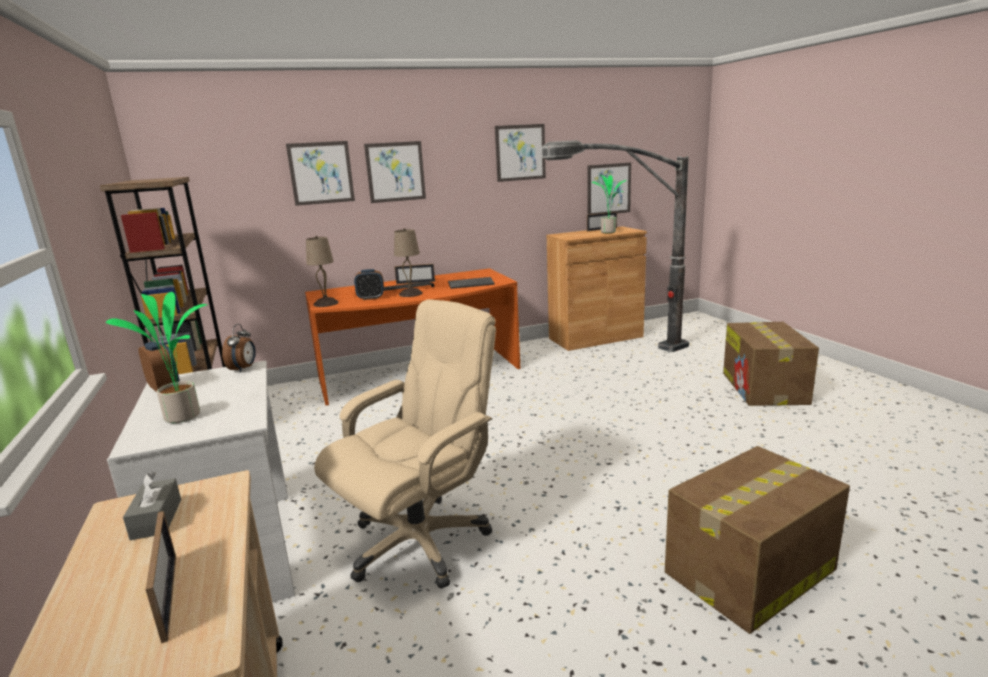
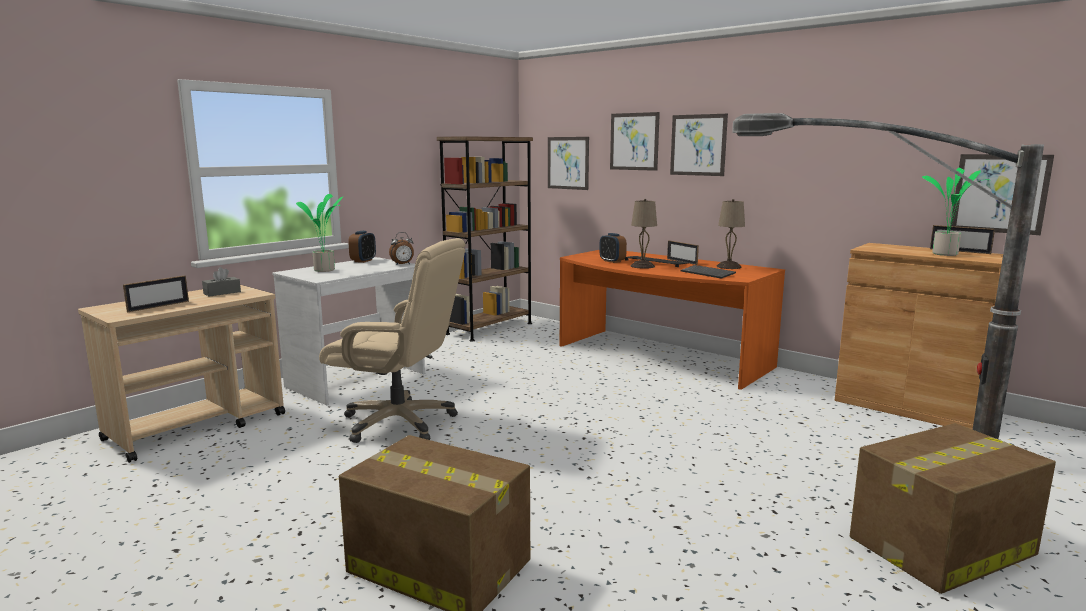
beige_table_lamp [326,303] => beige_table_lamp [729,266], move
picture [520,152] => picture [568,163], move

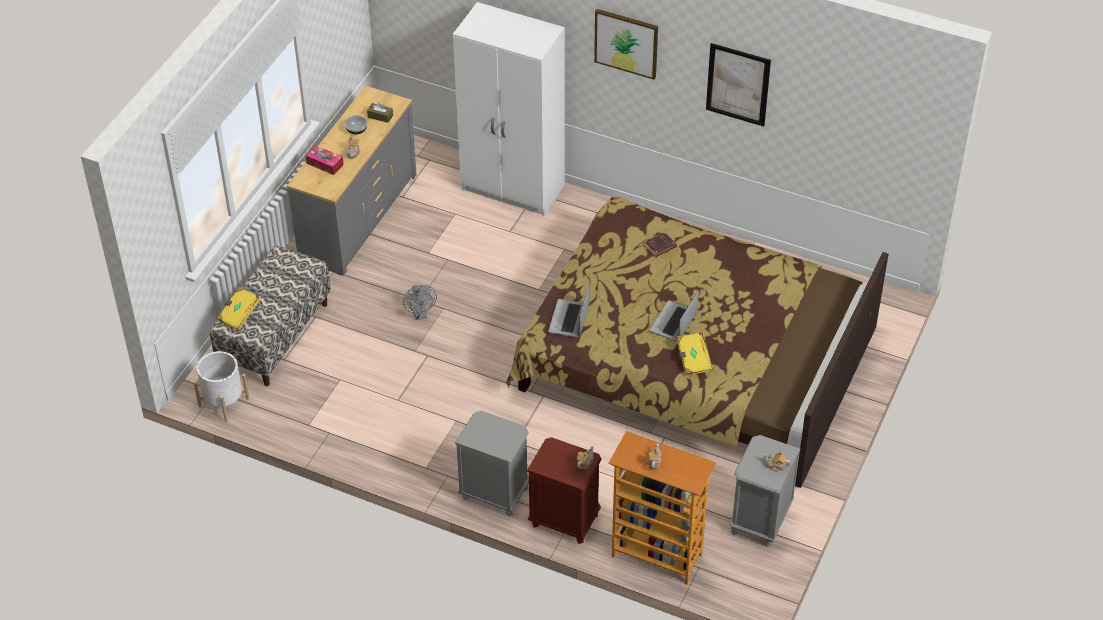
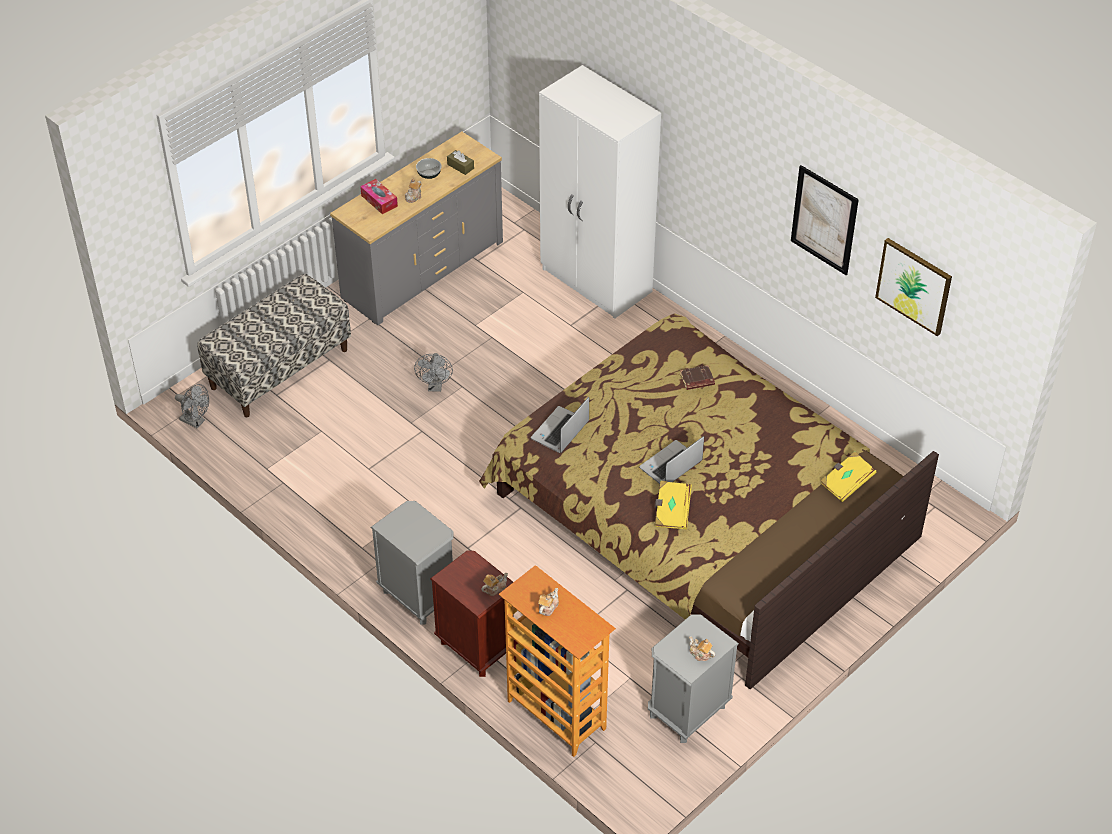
white_planter [224,402] => grey_fan [195,421]
yellow_book [239,314] => yellow_book [846,483], move
picture [626,43] => picture [914,286], move

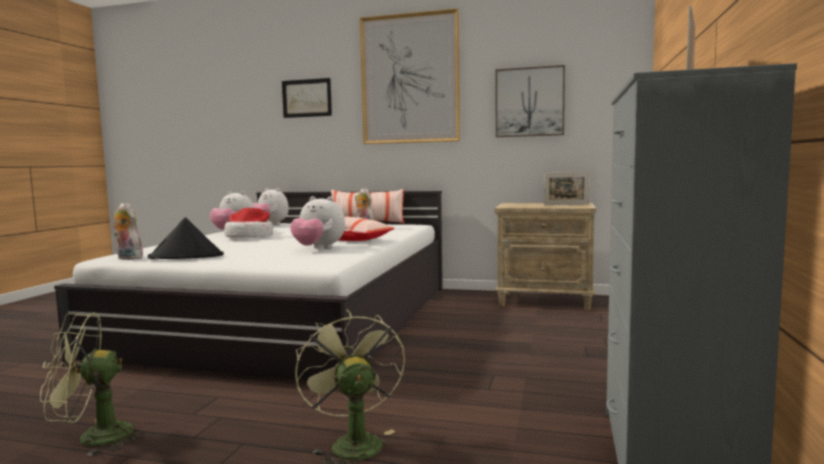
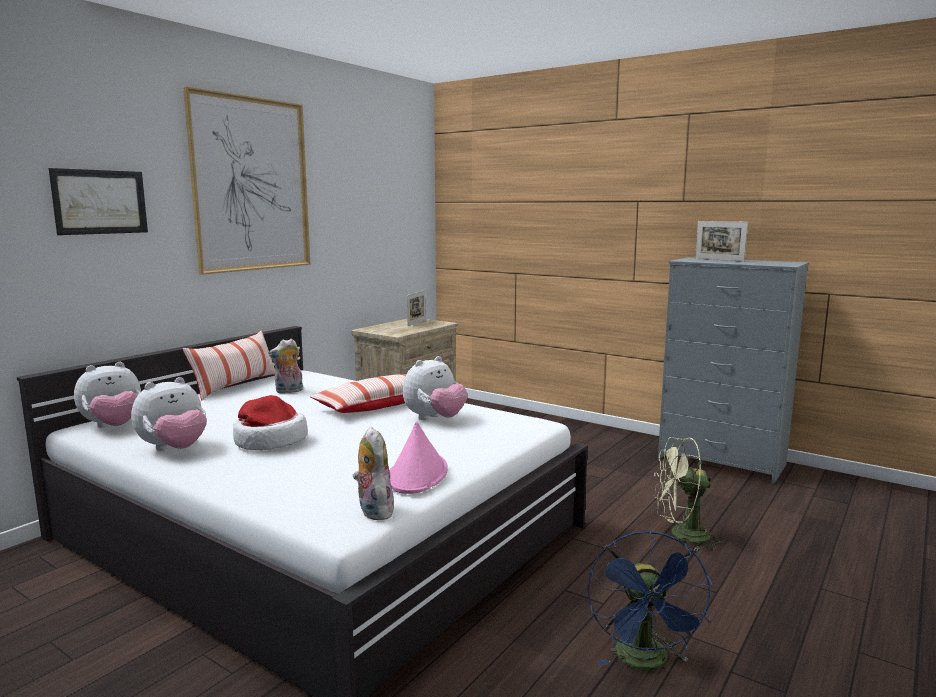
green_fan [93,438] => blue_fan [645,663]
plush_toy [127,258] => plush_toy [373,511], 105 degrees clockwise
black_hat [186,257] => pink_hat [417,475]
picture [529,102] => nothing

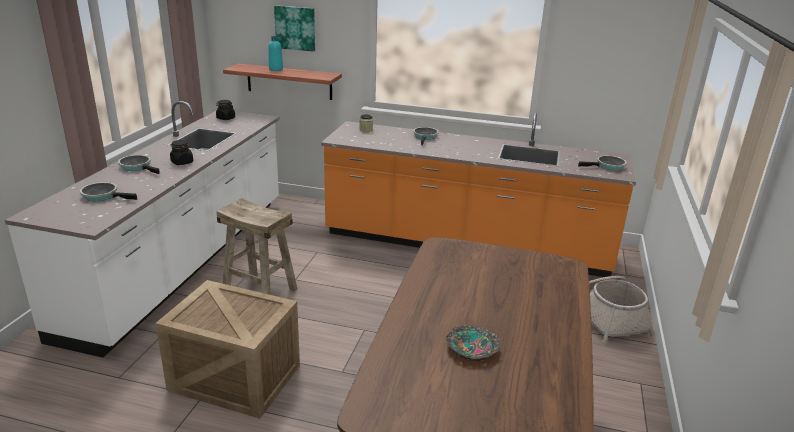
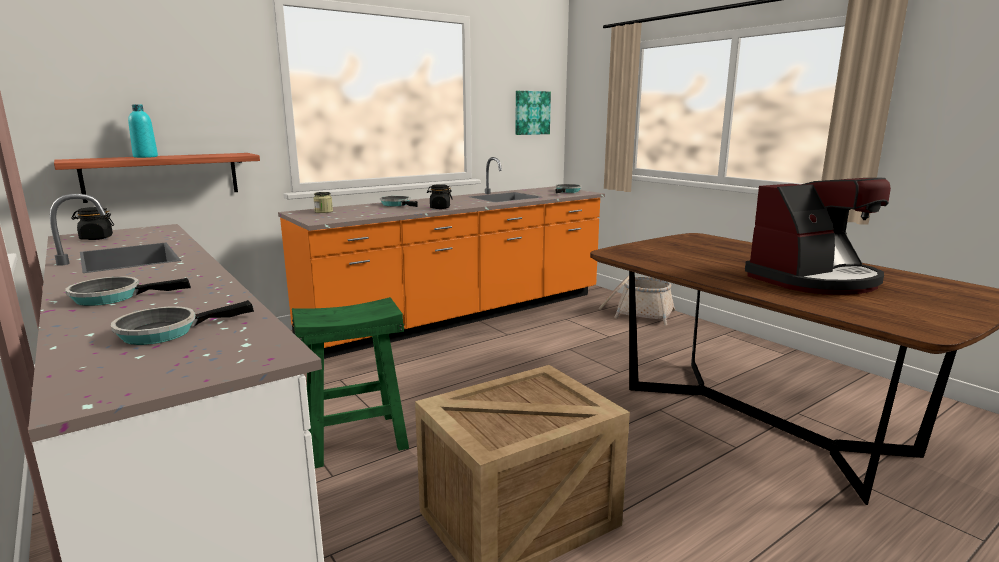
black_jar [182,162] => black_jar [440,208], move
beige_stool [259,291] => green_stool [355,440]
picture [295,28] => picture [531,113], move
bowl [472,348] => coffee_machine [814,280]

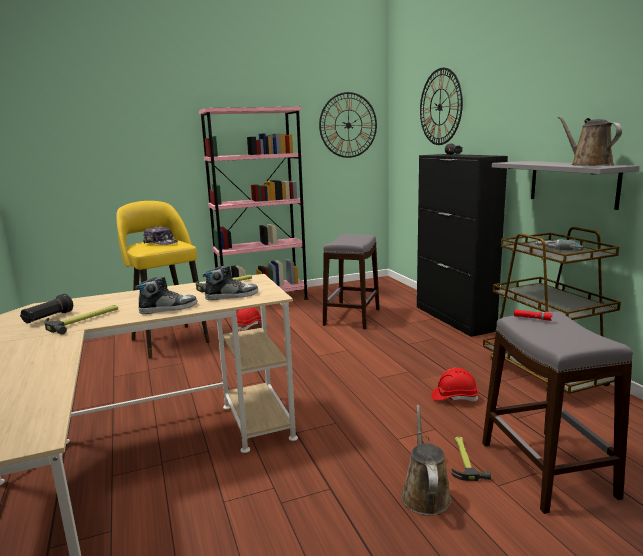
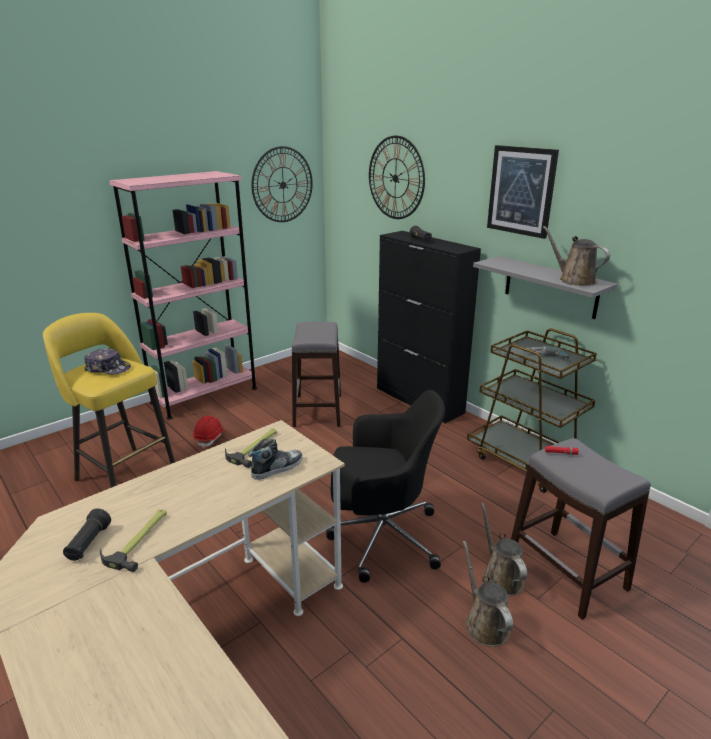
shoe [168,308] => nothing
red_hard_hat [454,397] => nothing
hammer [464,459] => brown_watering_can [500,576]
nothing => black_office_chair [381,536]
nothing => picture [521,191]

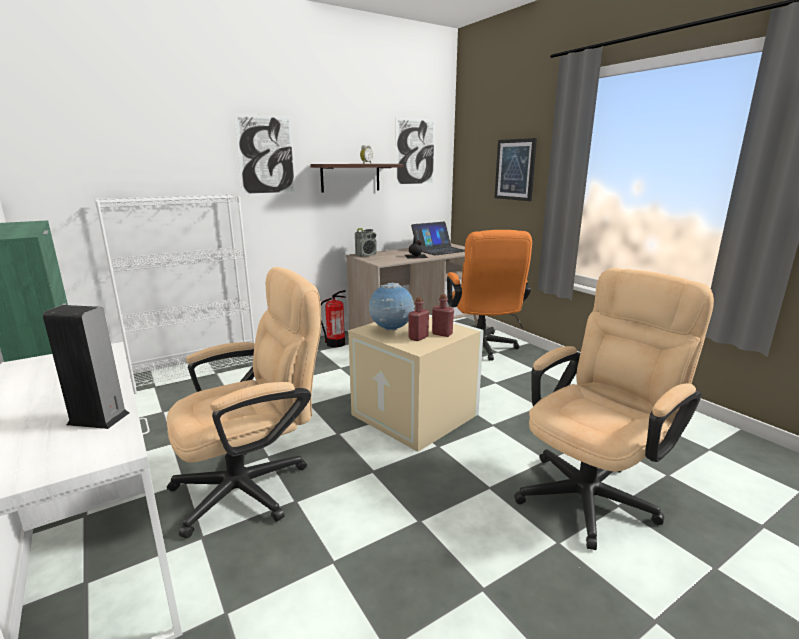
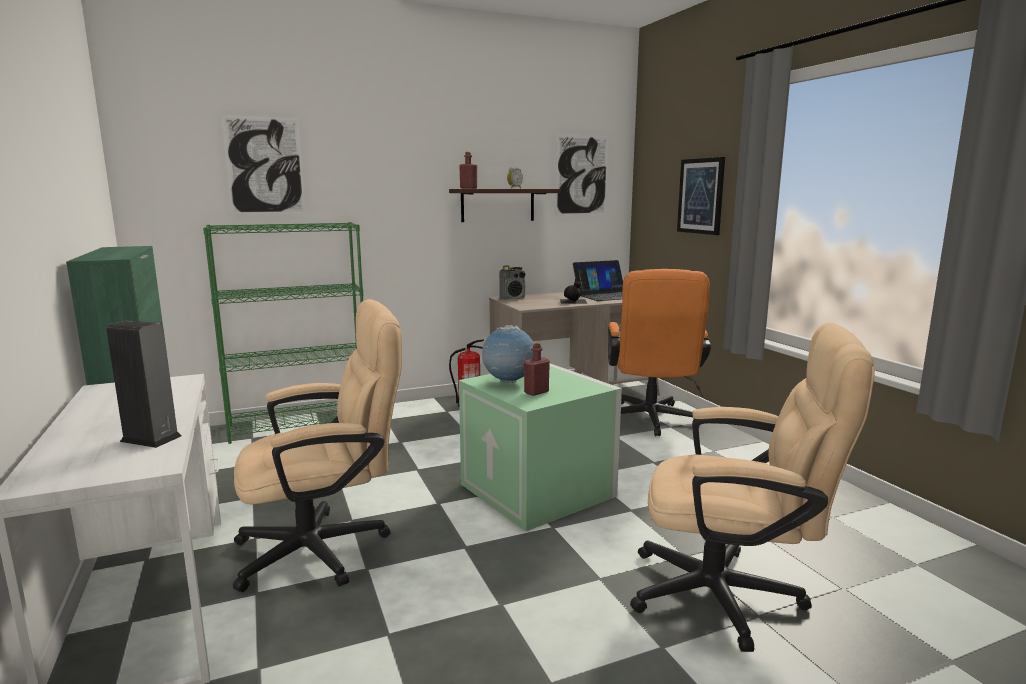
white_bookcase [196,371] => green_bookcase [301,424]
picture [266,155] => picture [264,166], move
beige_storage_box [417,414] => green_storage_box [540,490]
red_bottle [442,334] => red_bottle [468,188], move
beige_office_chair [593,491] => beige_office_chair [732,596], 45 degrees clockwise

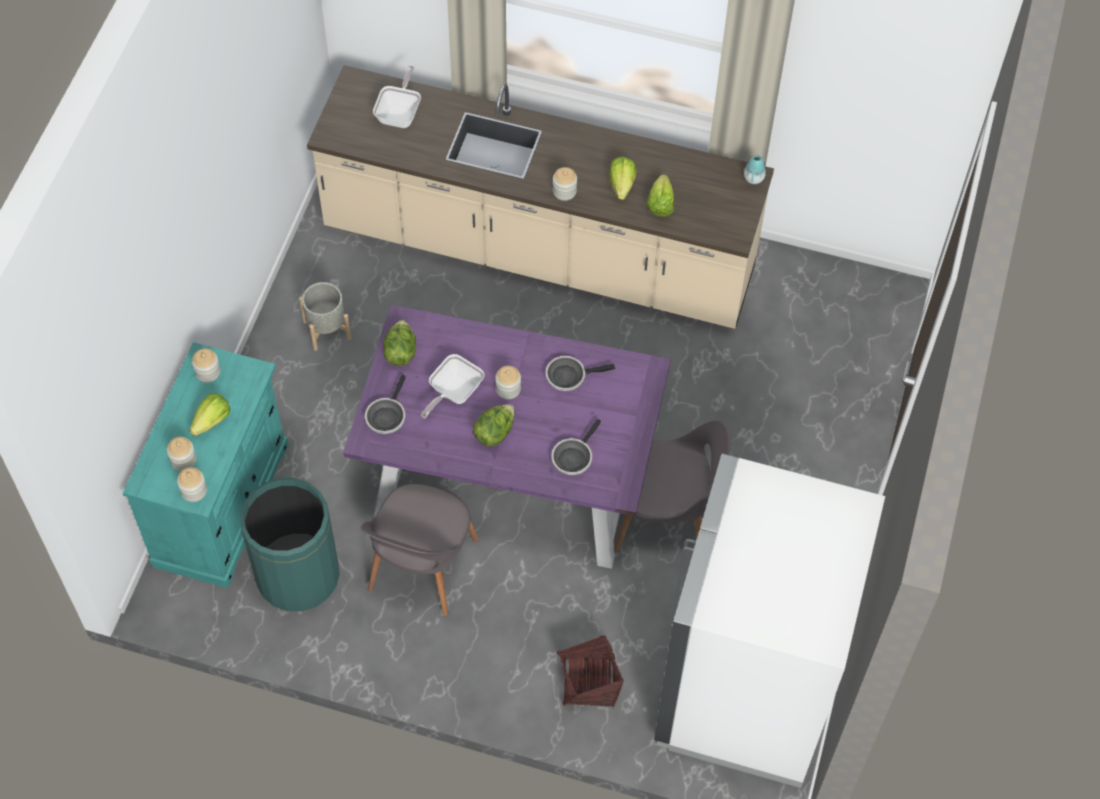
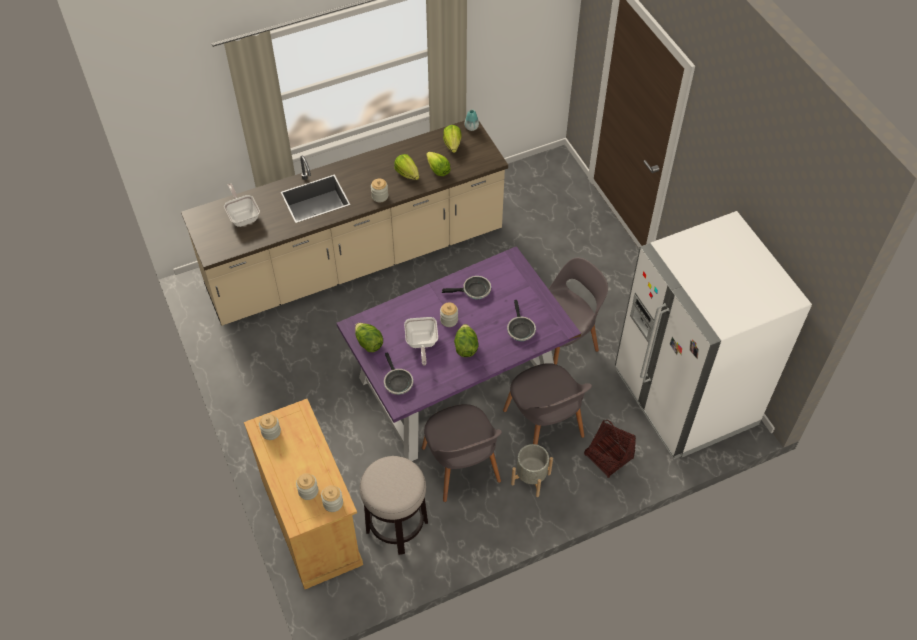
turquoise_cabinet [222,504] => beige_cabinet [312,521]
lettuce [212,421] => lettuce [452,145], move
green_trash_can [297,575] => stool [396,525]
grey_planter [326,330] => grey_planter [530,479], move
frying_pan [569,376] => frying_pan [474,291], 135 degrees counterclockwise
nothing => grey_chair [544,426]

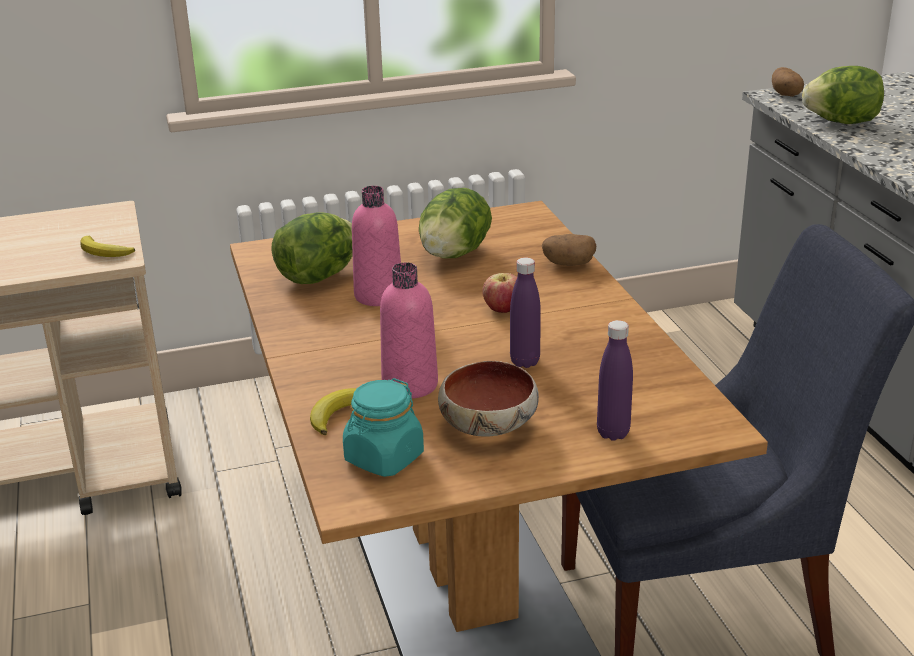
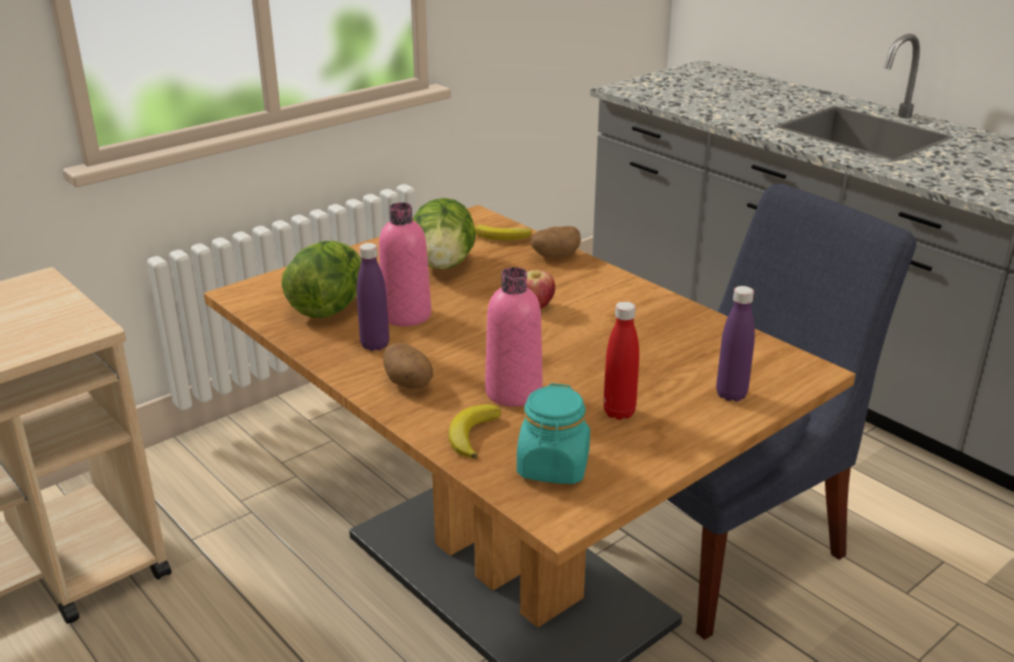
banana [104,252] => banana [504,237], move
bowl [488,425] => red_bottle [619,412]
purple_bottle [525,361] => purple_bottle [375,345], move
potato [786,95] => potato [409,383], move
lettuce [841,122] => nothing

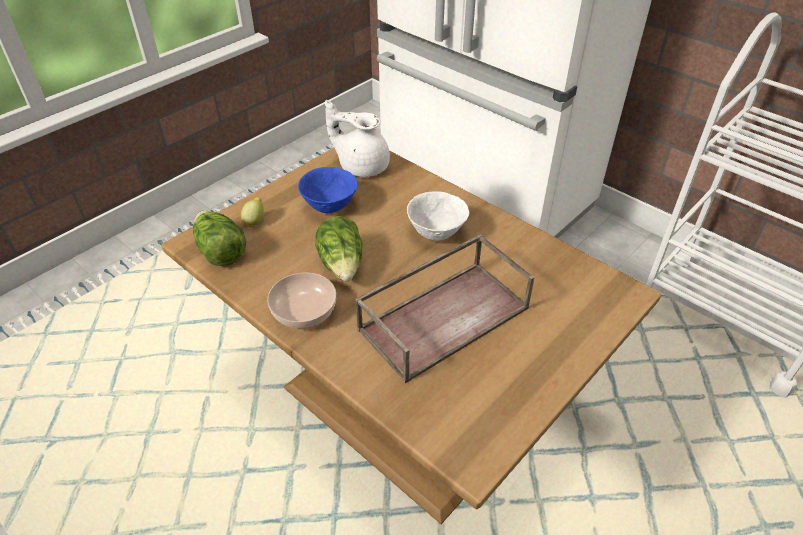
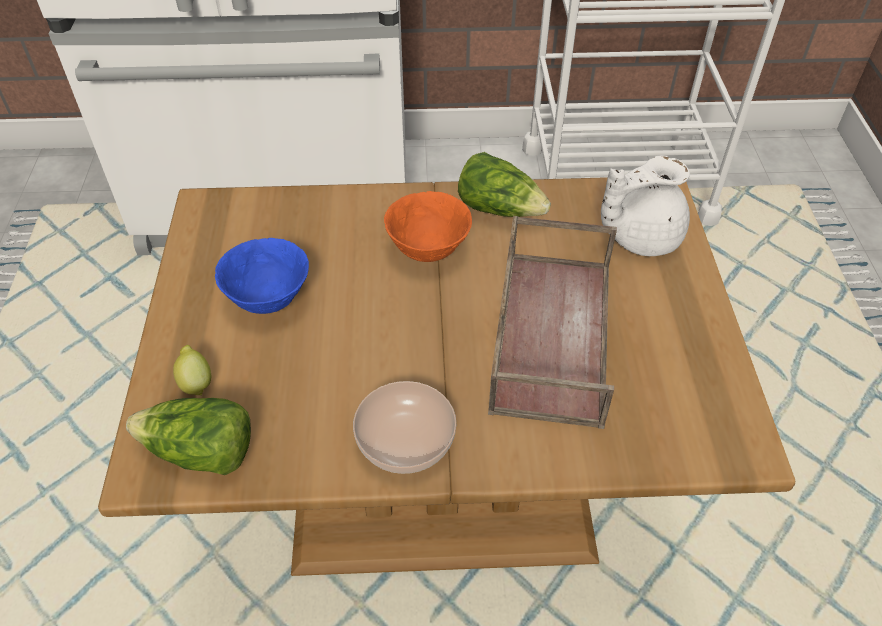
lettuce [342,264] => lettuce [500,209], move
white_teapot [362,166] => white_teapot [639,237], move
white_bowl [436,233] => orange_bowl [429,250]

